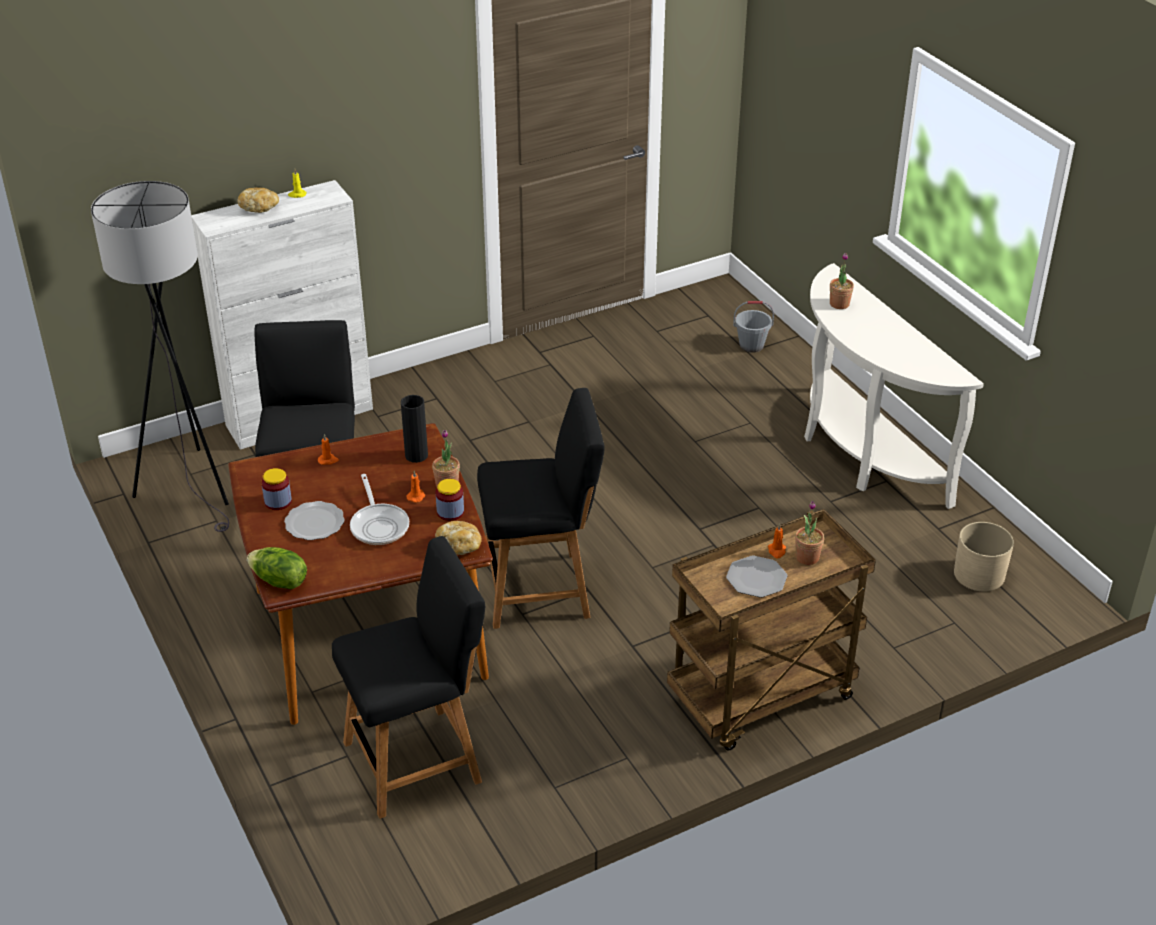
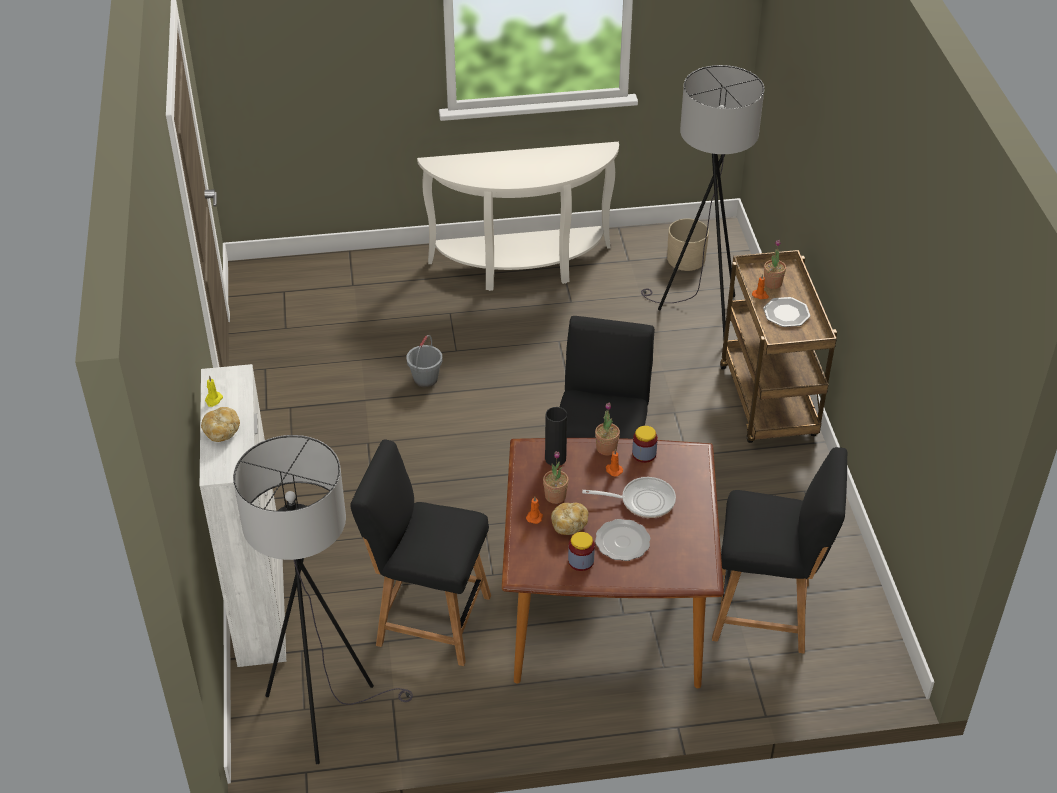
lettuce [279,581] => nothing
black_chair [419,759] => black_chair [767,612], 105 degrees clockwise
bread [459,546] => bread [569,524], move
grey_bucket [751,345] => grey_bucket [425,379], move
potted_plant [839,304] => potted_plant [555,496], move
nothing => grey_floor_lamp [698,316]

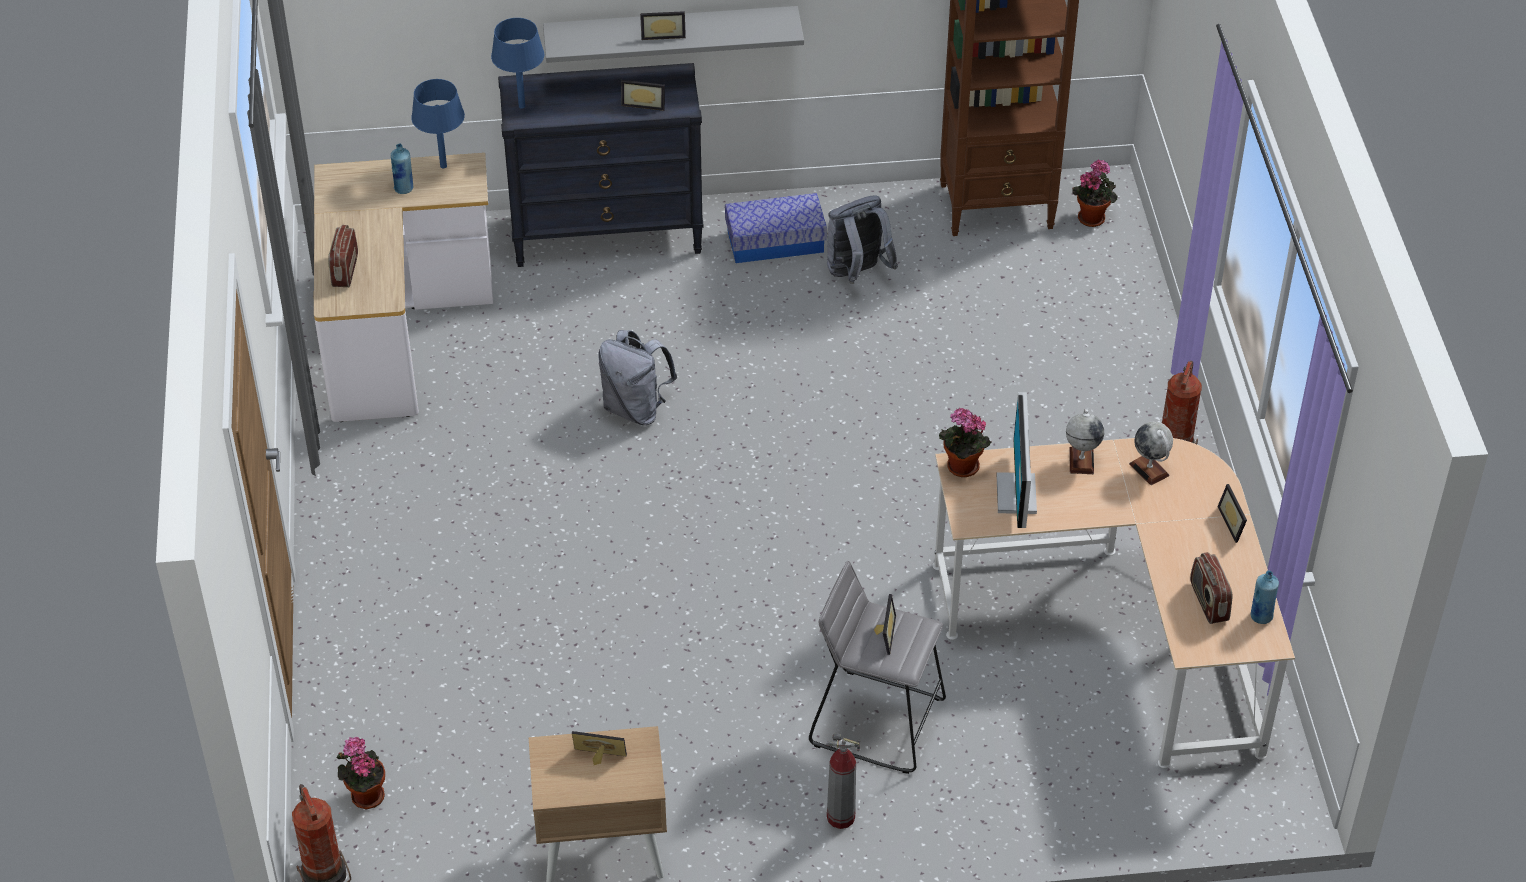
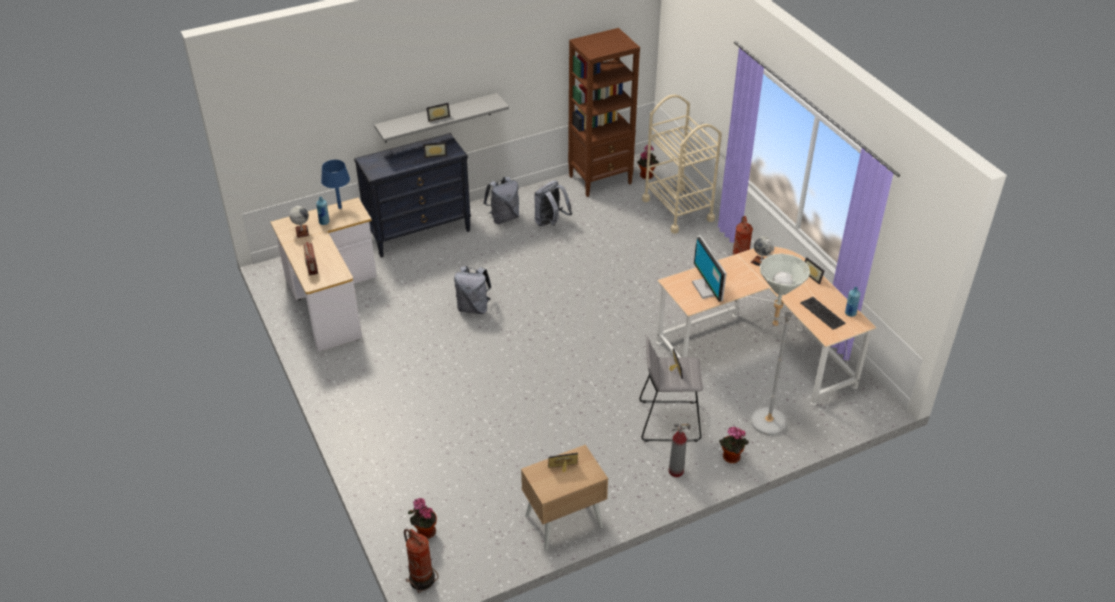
blue_table_lamp [522,106] => nothing
storage_box [775,241] => grey_backpack [503,217]
potted_plant [960,468] => potted_plant [730,458], move
globe [1081,460] => globe [302,231], move
radio [1208,602] => keyboard [822,313]
nothing => beige_cart [678,210]
nothing => grey_floor_lamp [760,423]

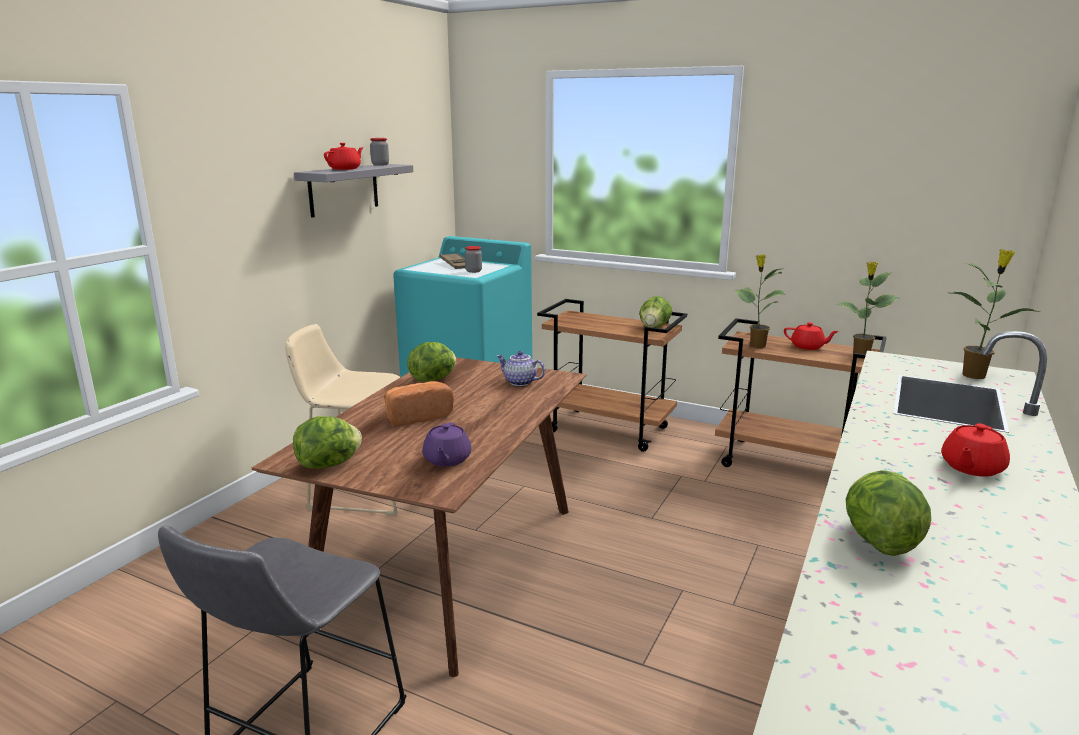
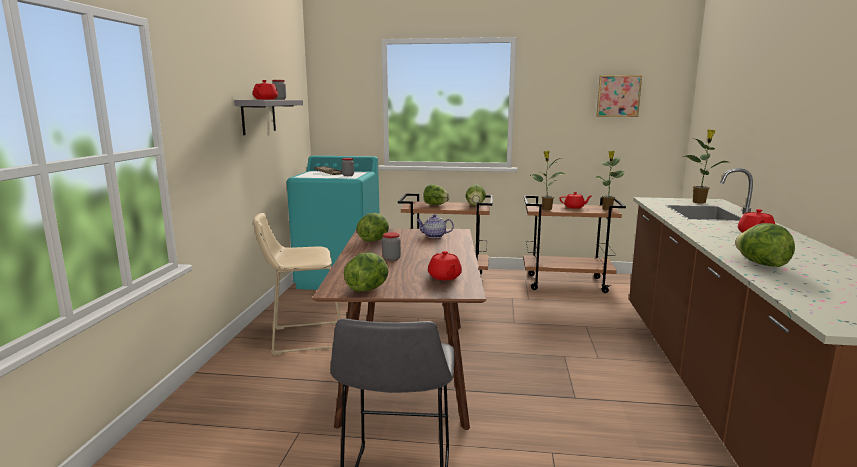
bread [417,416] => jar [391,259]
purple_teapot [446,460] => red_teapot [444,277]
nothing => lettuce [435,205]
nothing => picture [618,96]

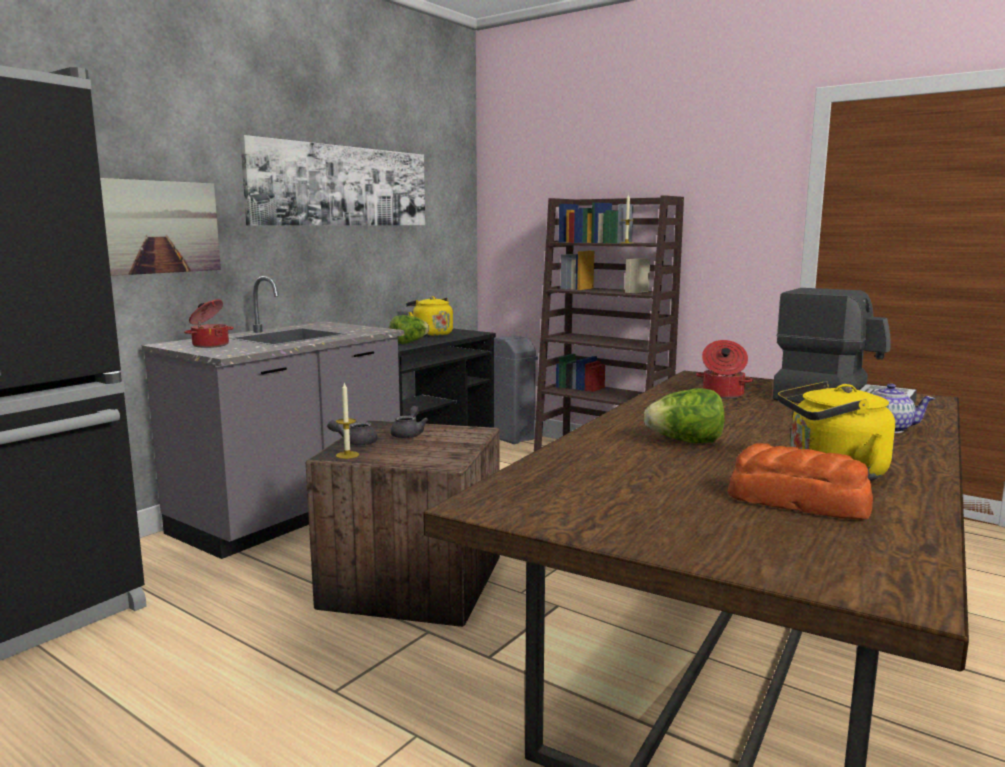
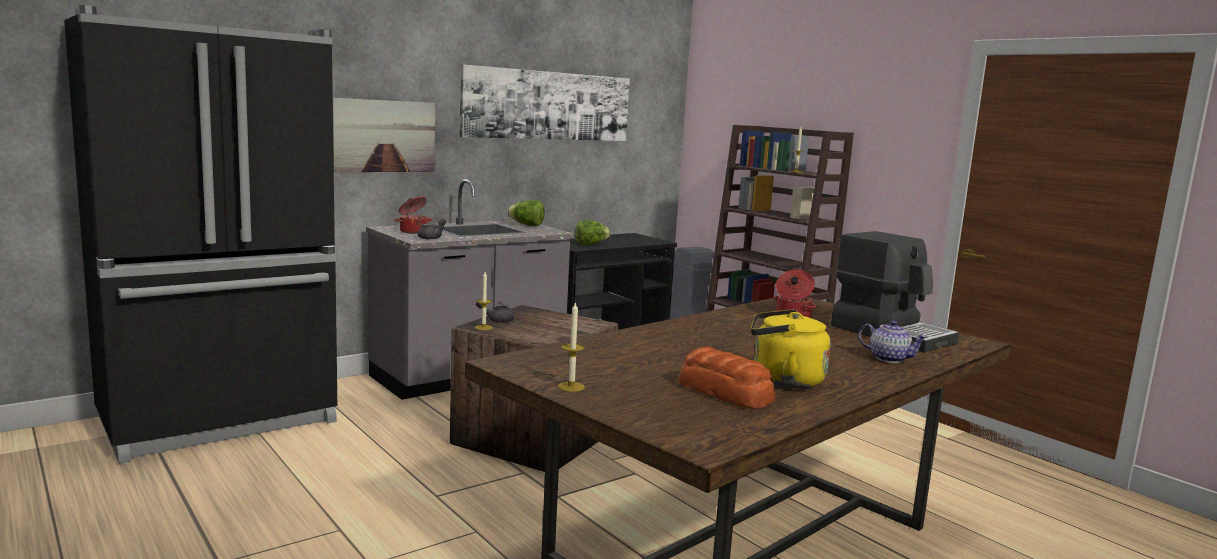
grey_teapot [409,434] => grey_teapot [432,238], move
yellow_kettle [431,334] => nothing
lettuce [685,442] => lettuce [526,225], move
nothing => candle [571,387]

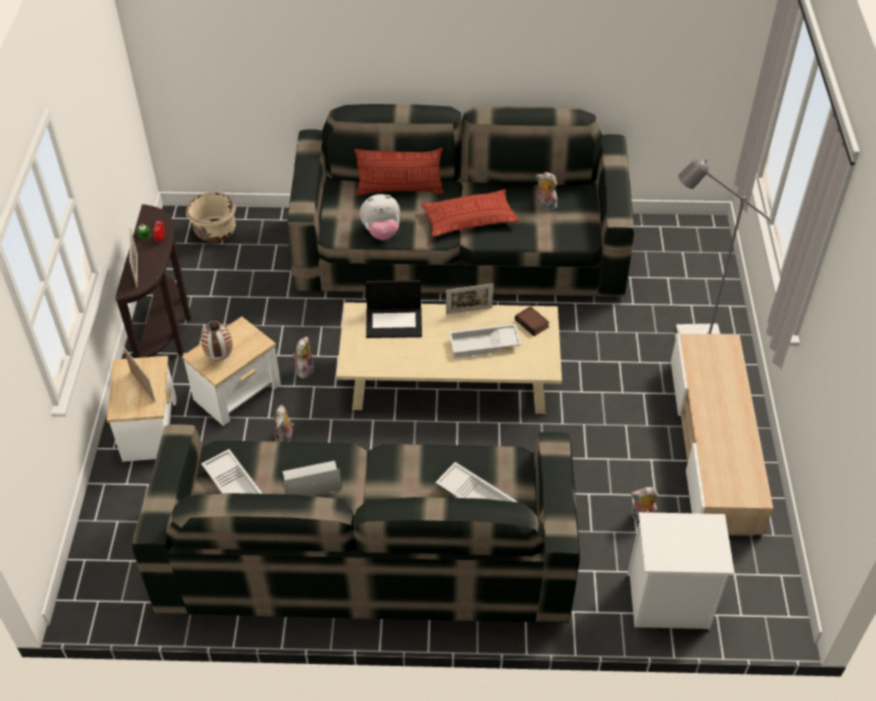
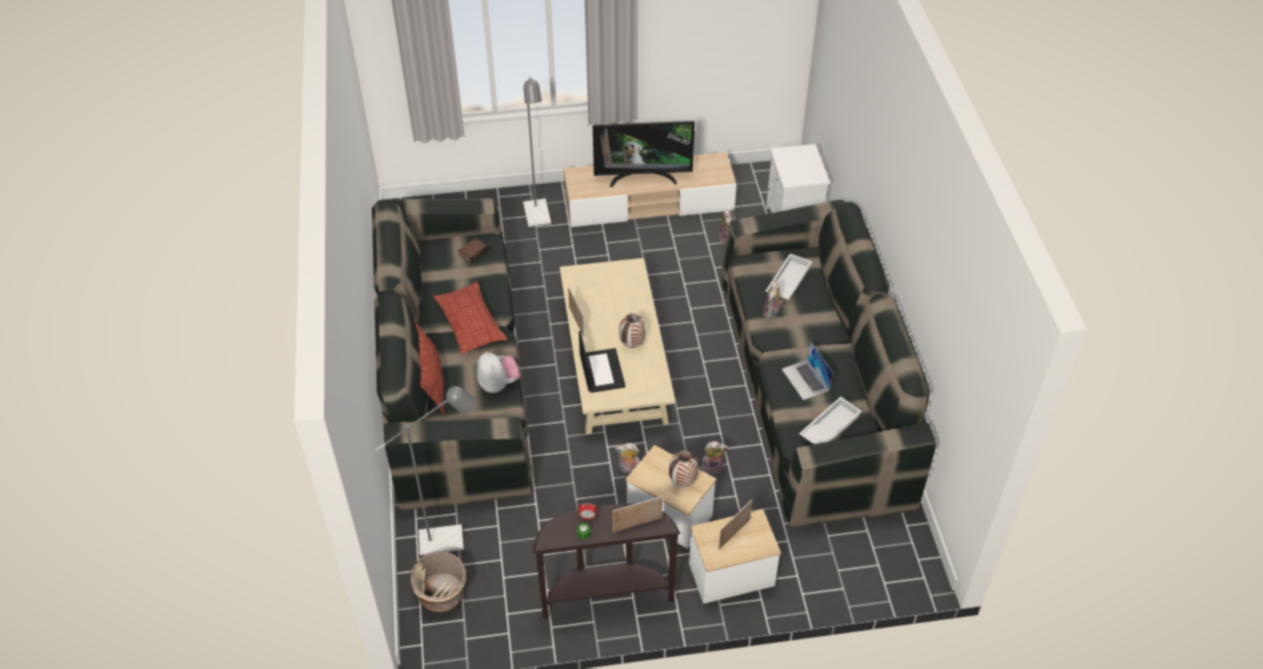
white_tray [484,345] => nothing
book [533,323] => book [473,252], move
plush_toy [545,205] => plush_toy [772,313], move
nothing => grey_floor_lamp [450,539]
nothing => television [642,177]
nothing => vase [632,344]

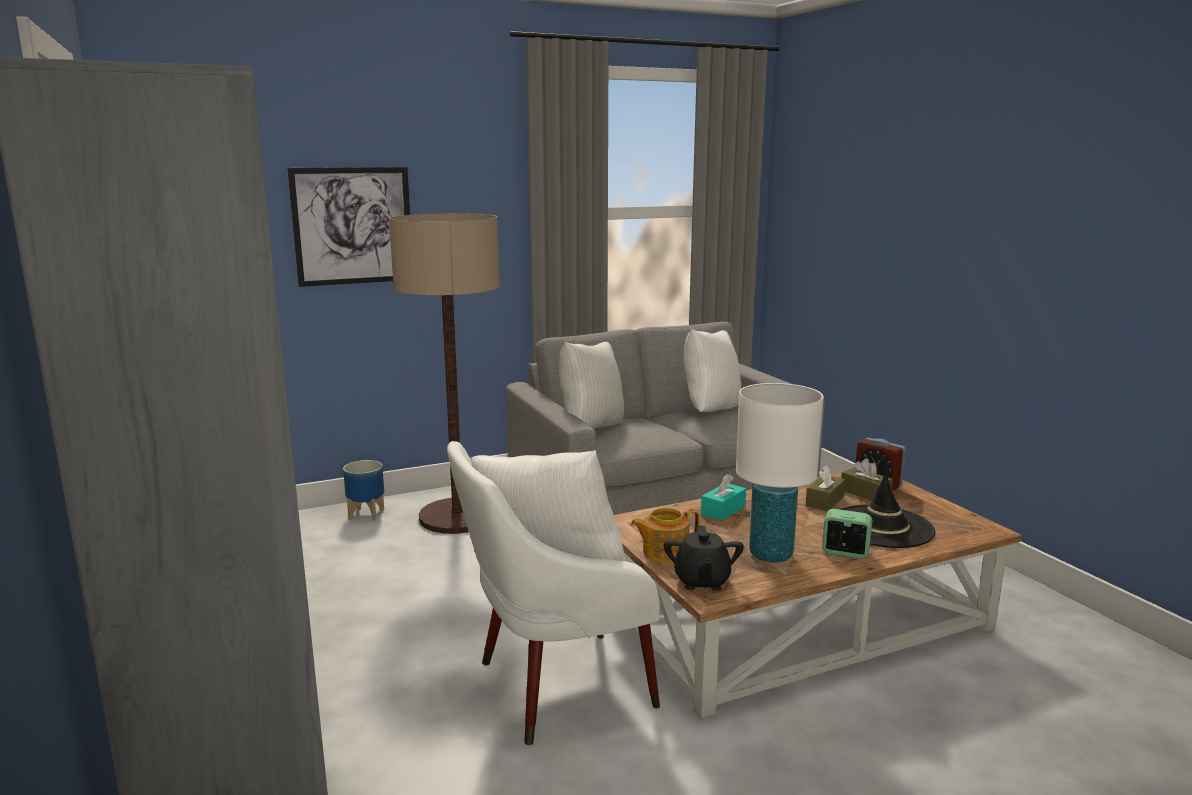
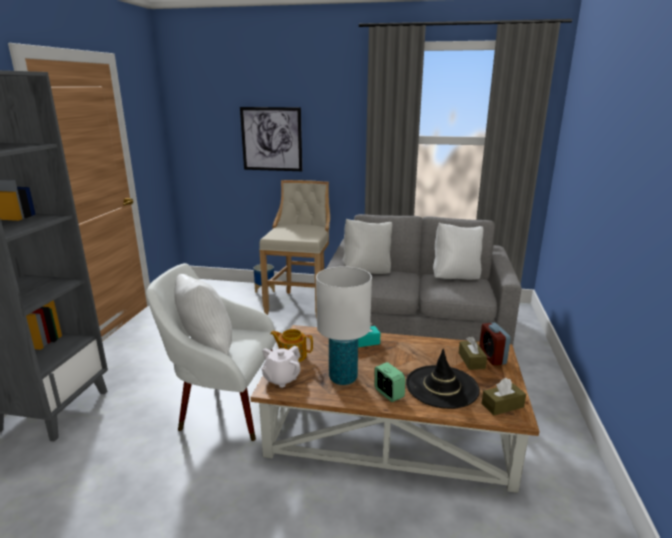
floor_lamp [458,517] => beige_stool [300,305]
black_teapot [701,581] => white_teapot [281,379]
brown_tissue_box [824,501] => brown_tissue_box [502,405], move

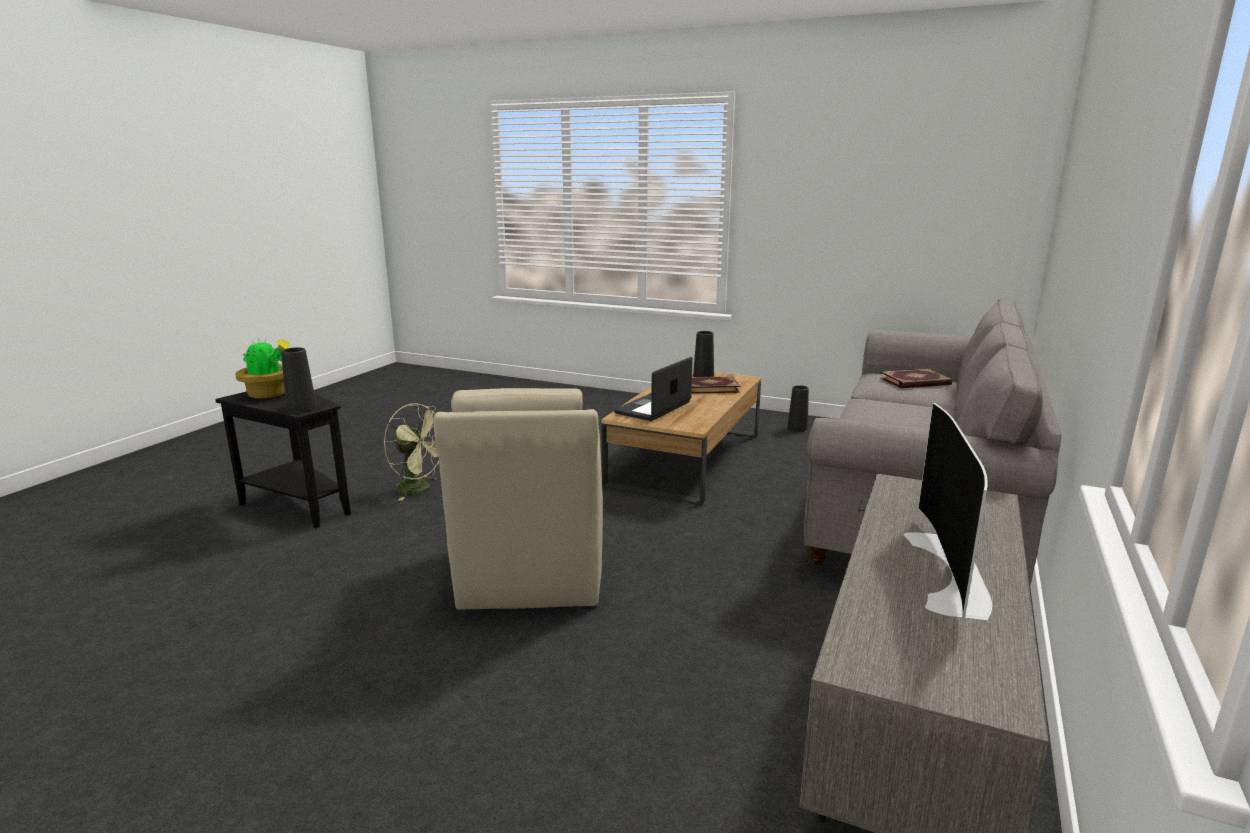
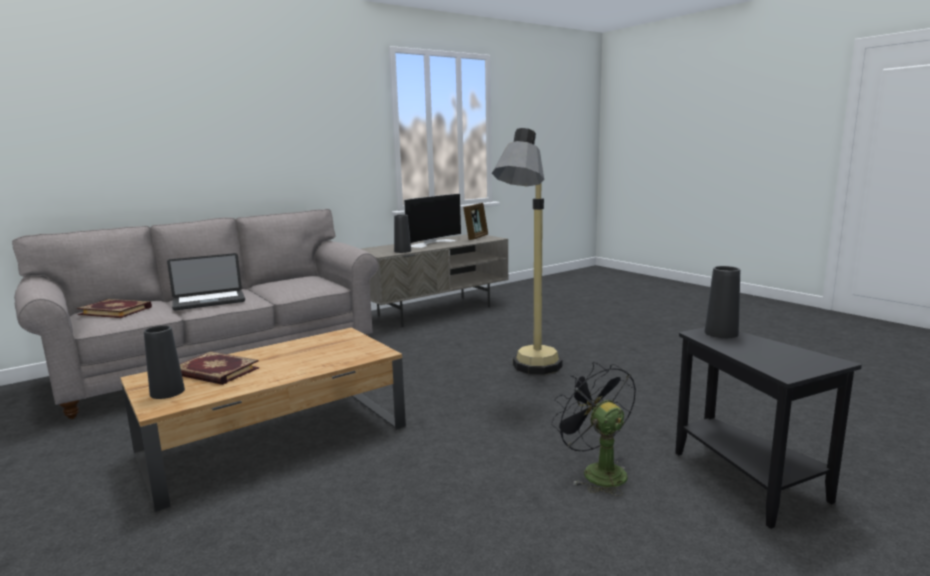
potted_plant [269,394] => nothing
green_fan [420,489] => black_fan [596,471]
beige_armchair [530,575] => floor_lamp [529,373]
laptop [653,408] => laptop [209,301], move
black_vase [797,428] => black_vase [402,251], move
nothing => picture_frame [476,237]

